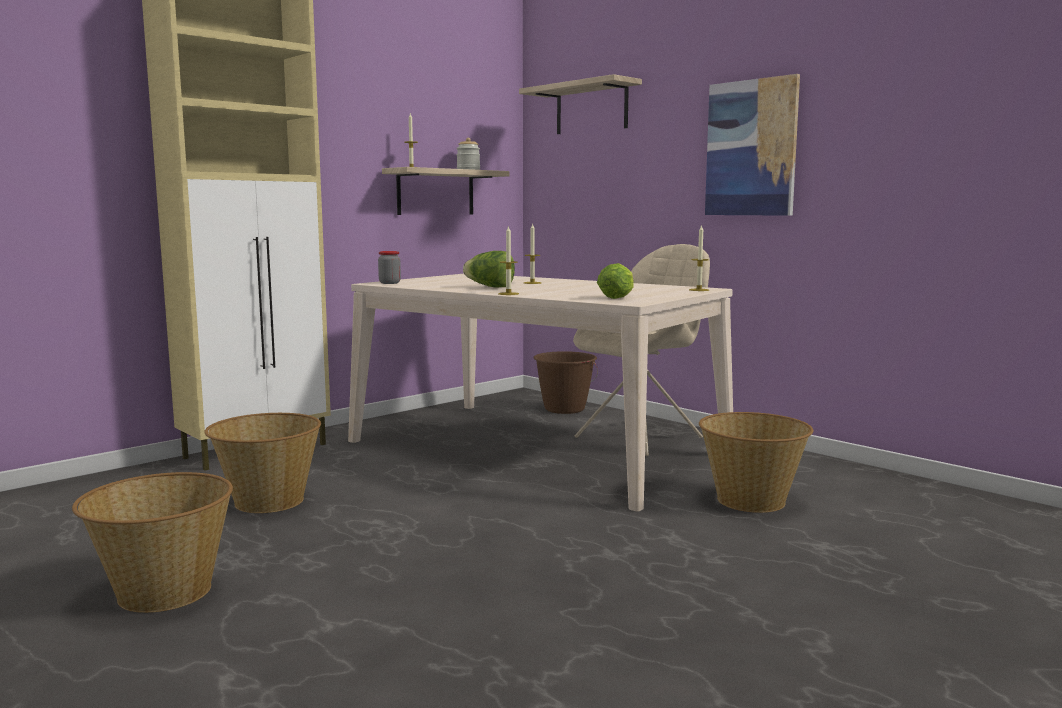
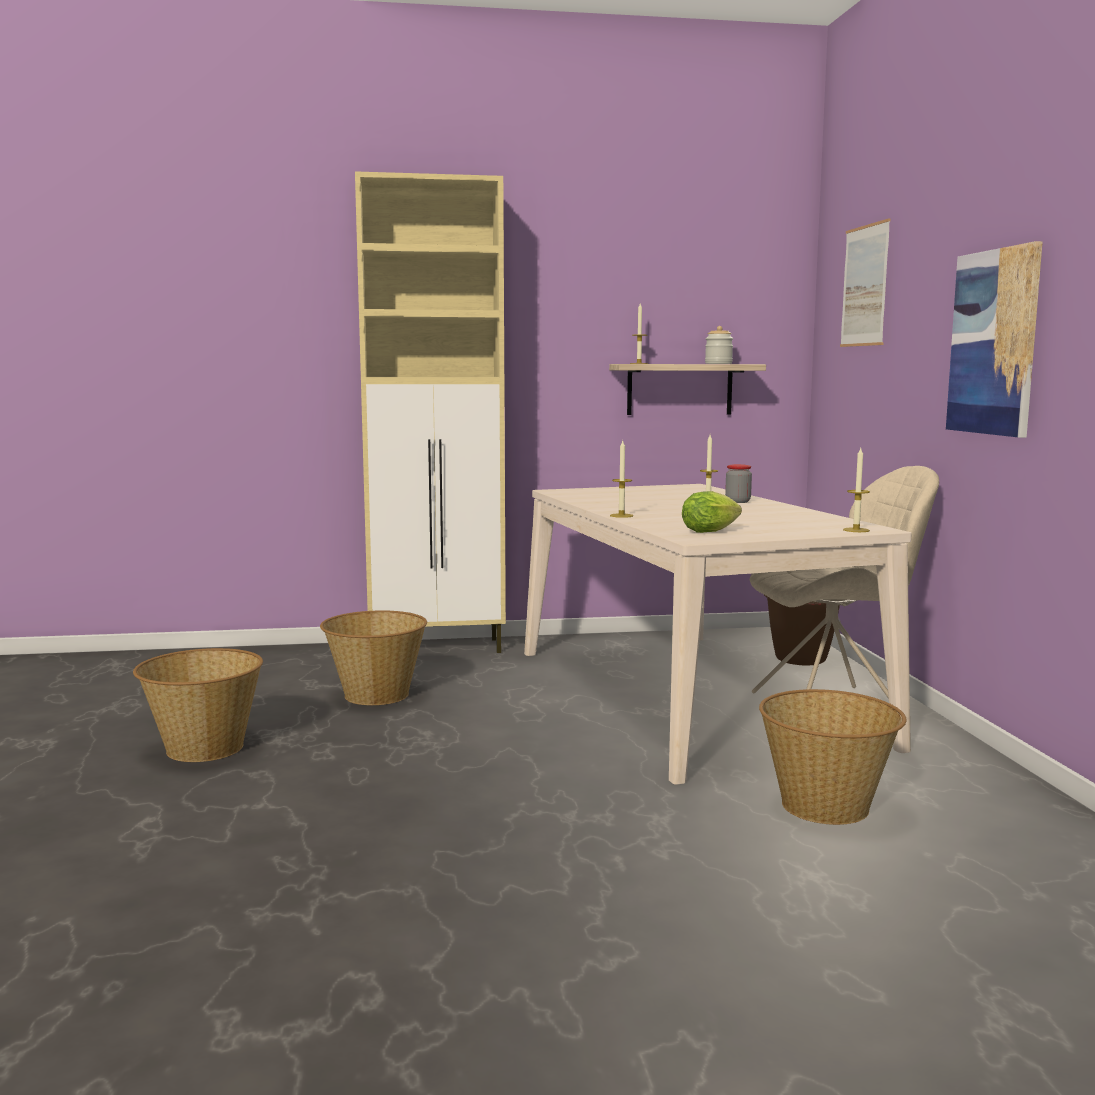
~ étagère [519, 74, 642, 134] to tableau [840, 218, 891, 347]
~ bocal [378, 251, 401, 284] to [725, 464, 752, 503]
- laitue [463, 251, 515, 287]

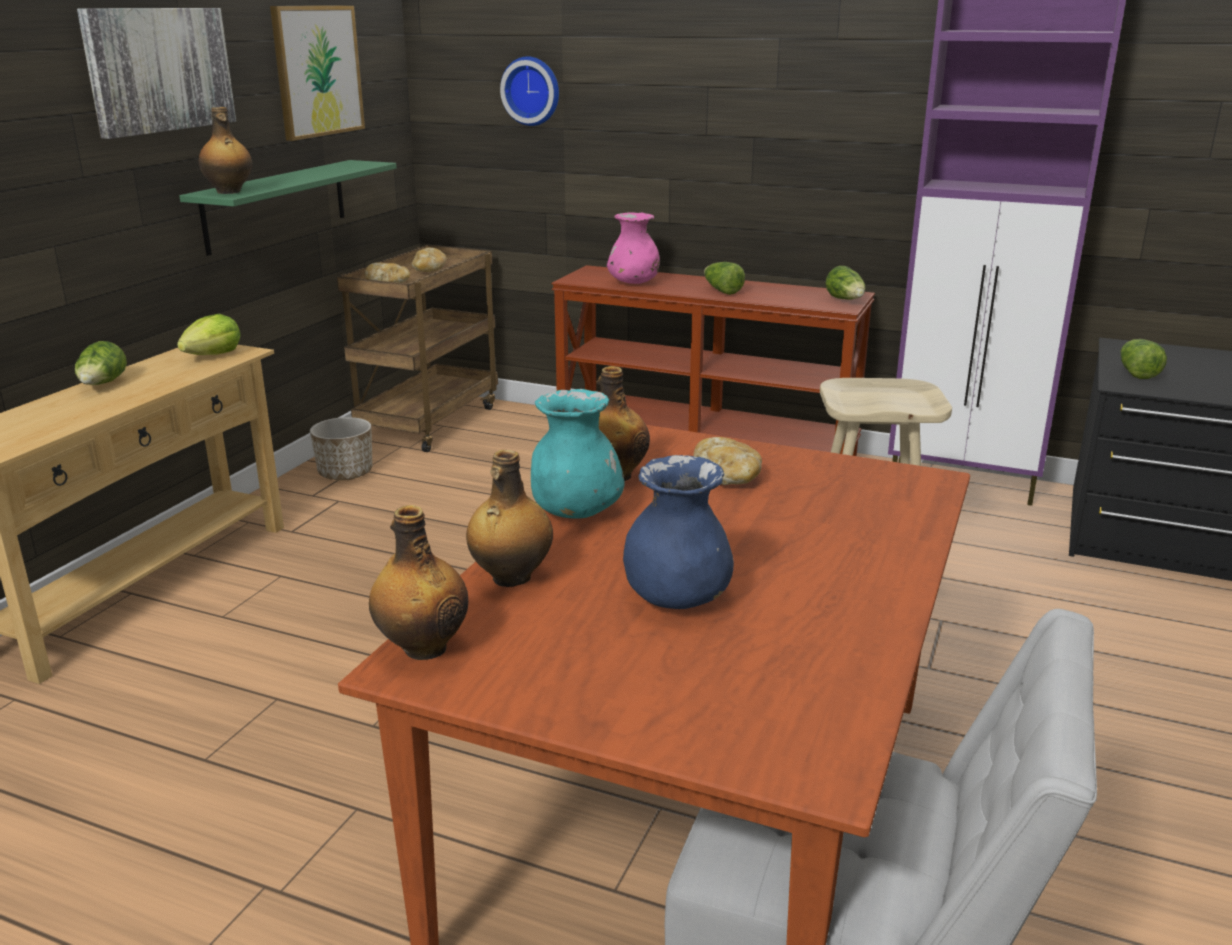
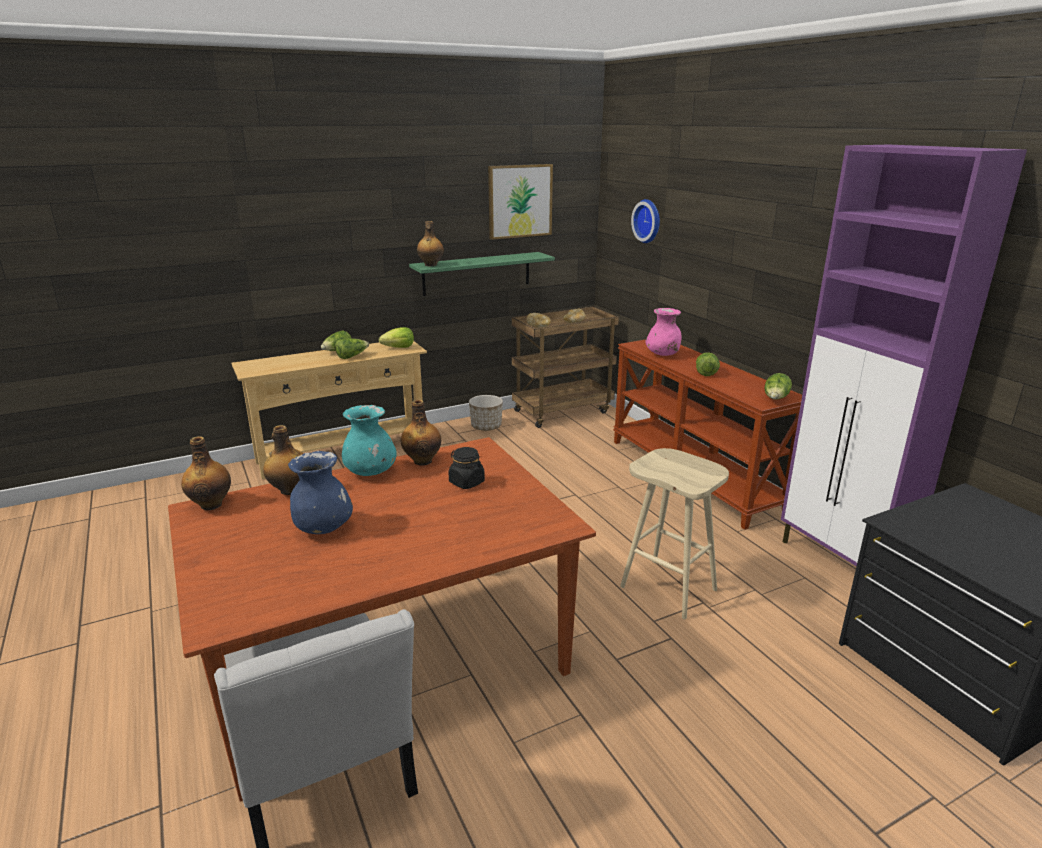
- tableau [77, 8, 236, 139]
~ laitue [1121, 339, 1167, 379] to [335, 338, 369, 359]
~ pain [693, 437, 762, 485] to bocal (noir) [449, 447, 485, 489]

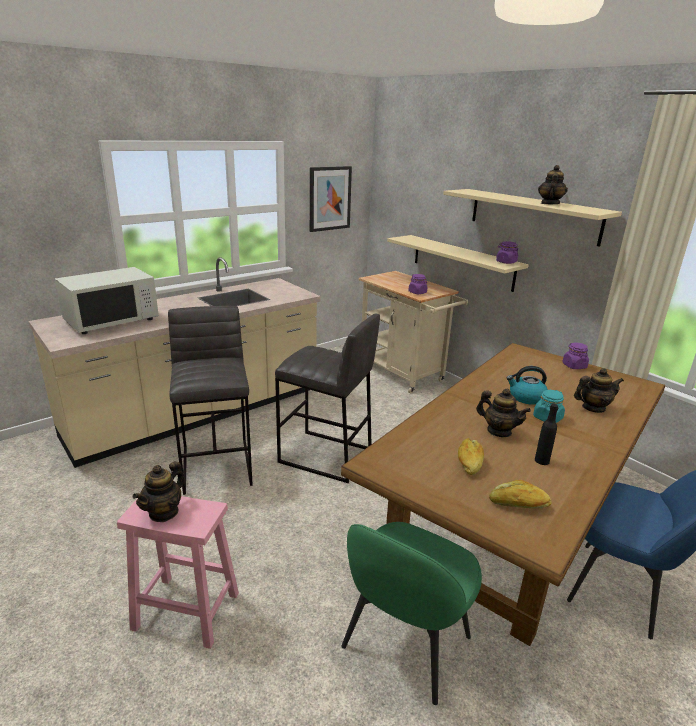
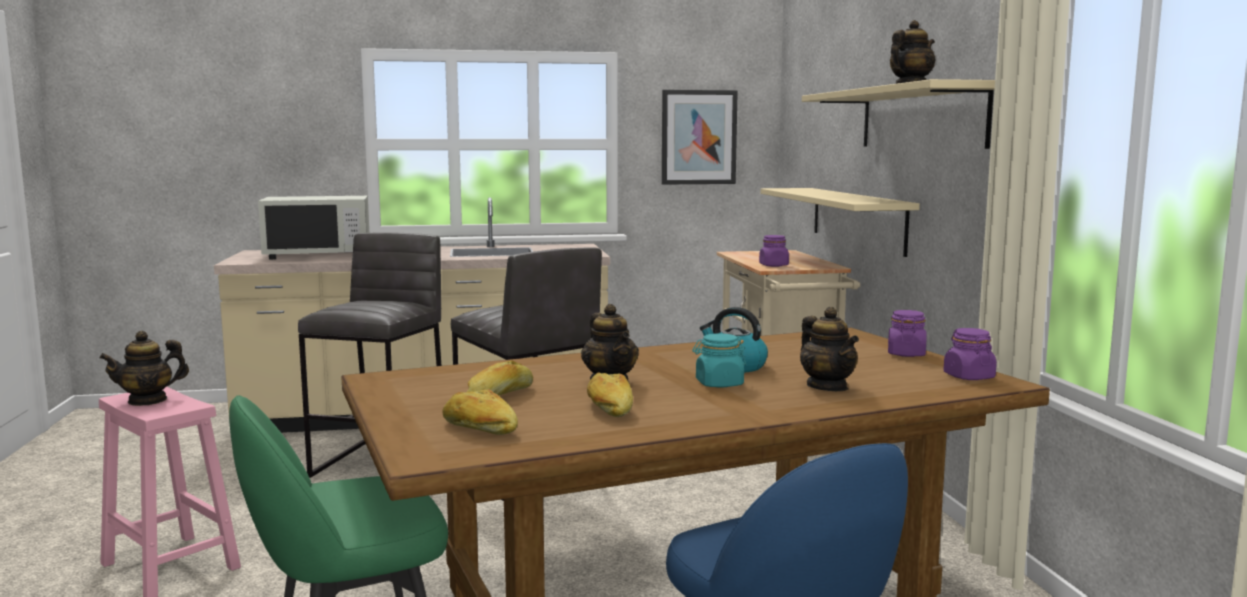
~ bocal (violet) [496, 241, 519, 264] to [943, 328, 997, 380]
~ théière [574, 368, 624, 413] = [800, 307, 859, 391] 45 degrees clockwise
~ bouteille (noir) [535, 404, 558, 465] to pain [587, 372, 633, 417]

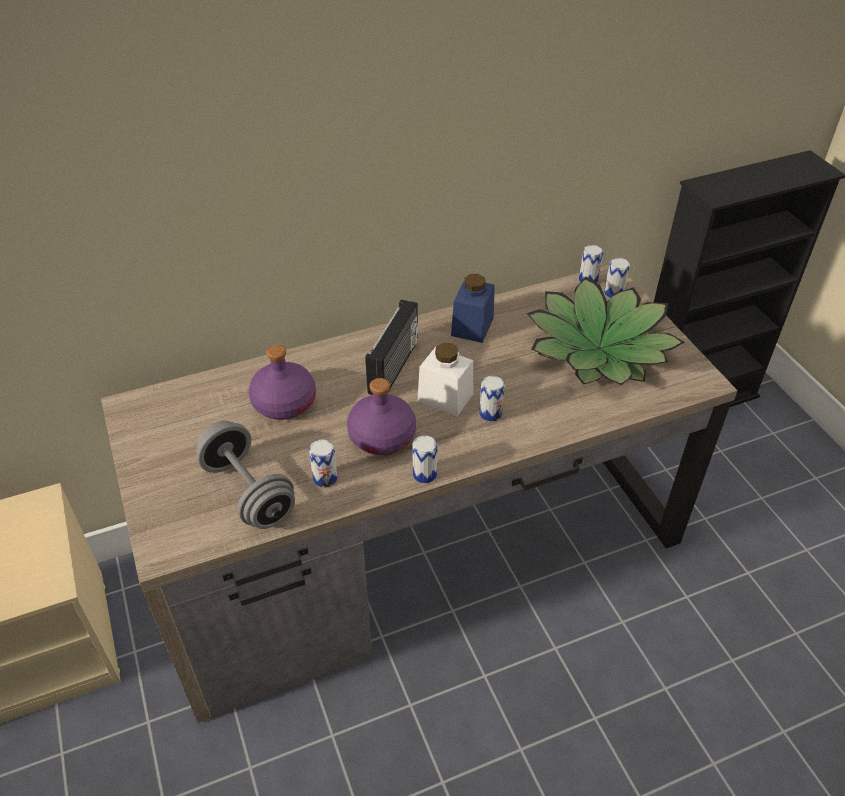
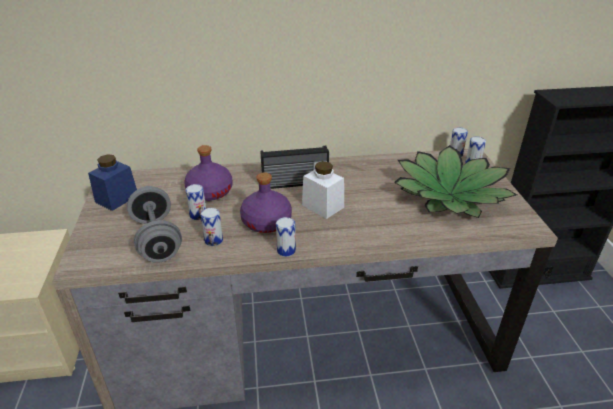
~ bocal (bleu) [451, 274, 495, 343] to [88, 154, 137, 211]
~ radio [365, 300, 419, 395] = [261, 146, 329, 189] 45 degrees clockwise
~ boîte métallique [479, 376, 505, 422] to [185, 184, 206, 220]

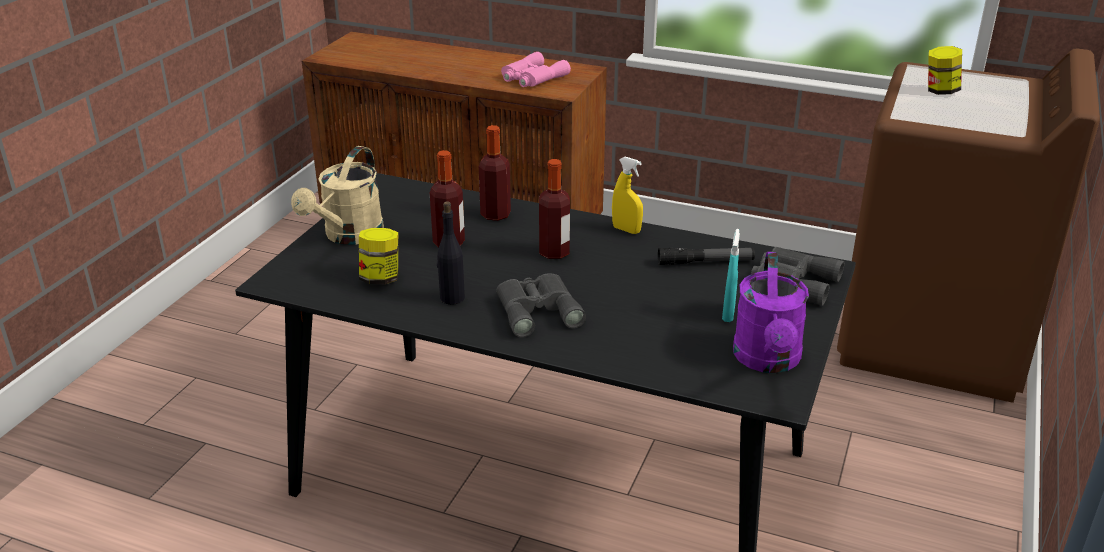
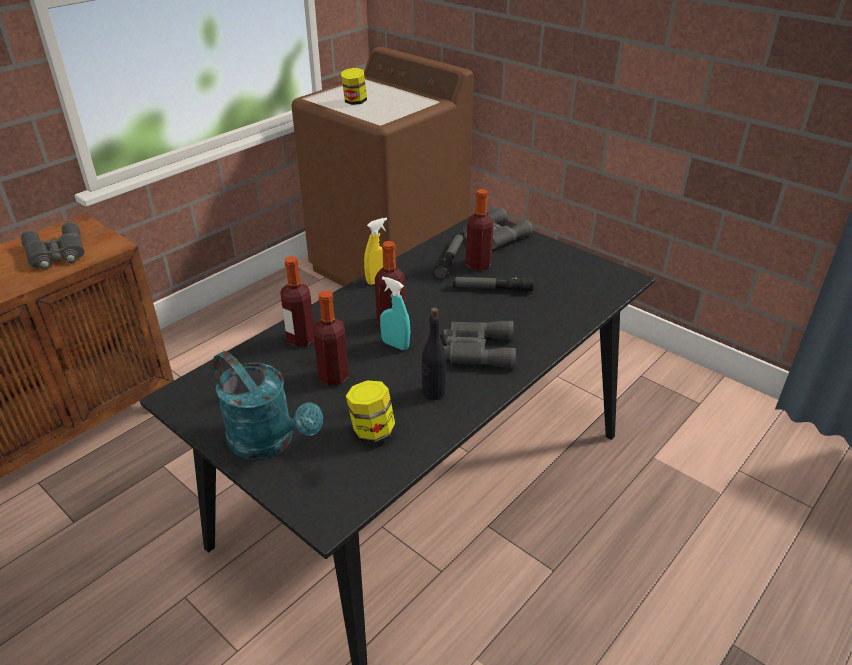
~ jumelles (rose) [501, 52, 571, 87] to jumelles (gris) [21, 222, 84, 269]
~ arrosoir (beige) [291, 146, 384, 245] to arrosoir (turquoise) [213, 351, 323, 460]
~ vaporisateur (turquoise) [722, 229, 740, 322] to [380, 277, 410, 350]
- arrosoir (violet) [733, 252, 809, 373]
+ bouteille [466, 189, 494, 270]
+ lampe de poche [453, 277, 533, 292]

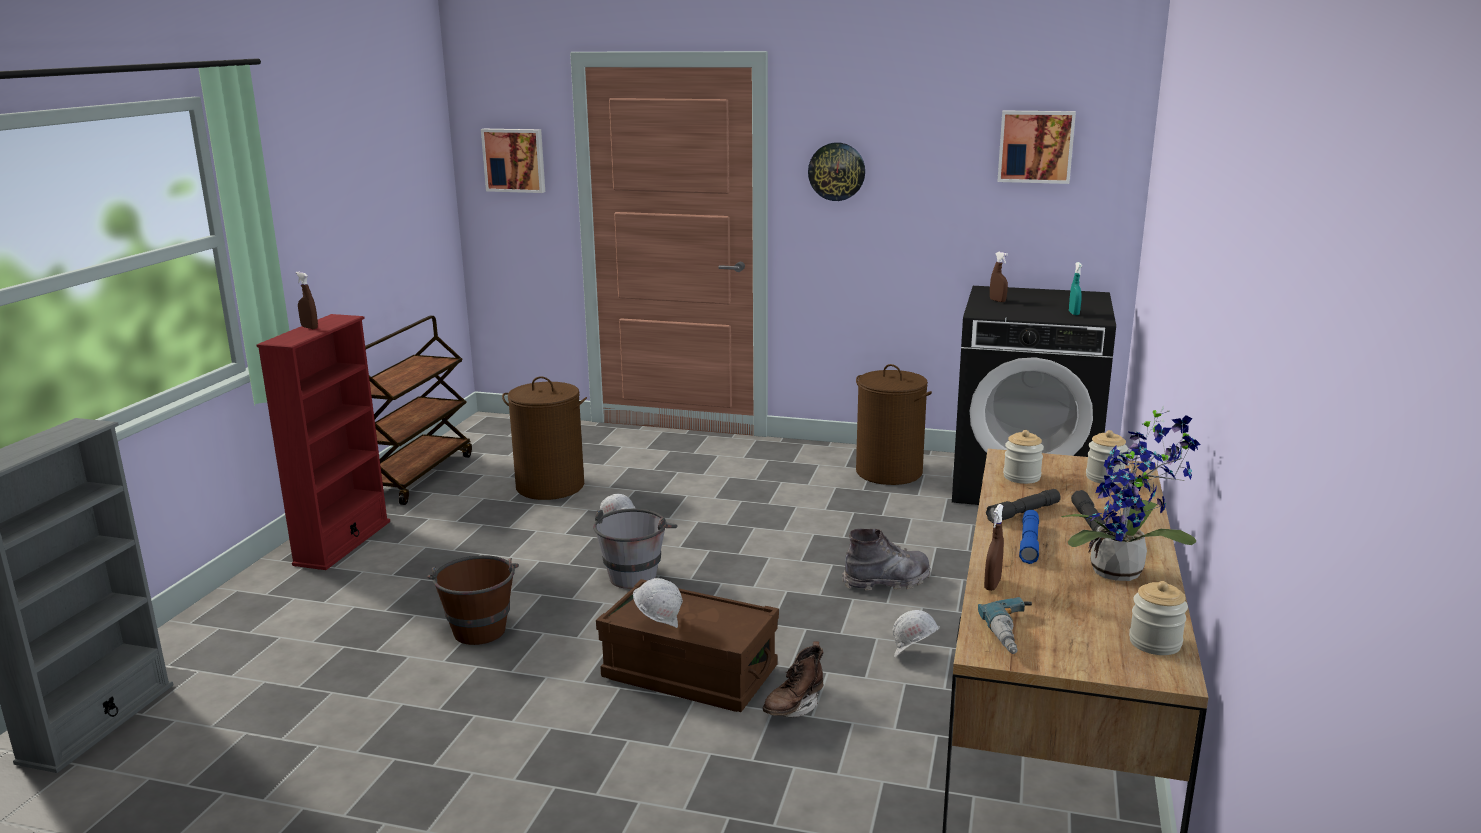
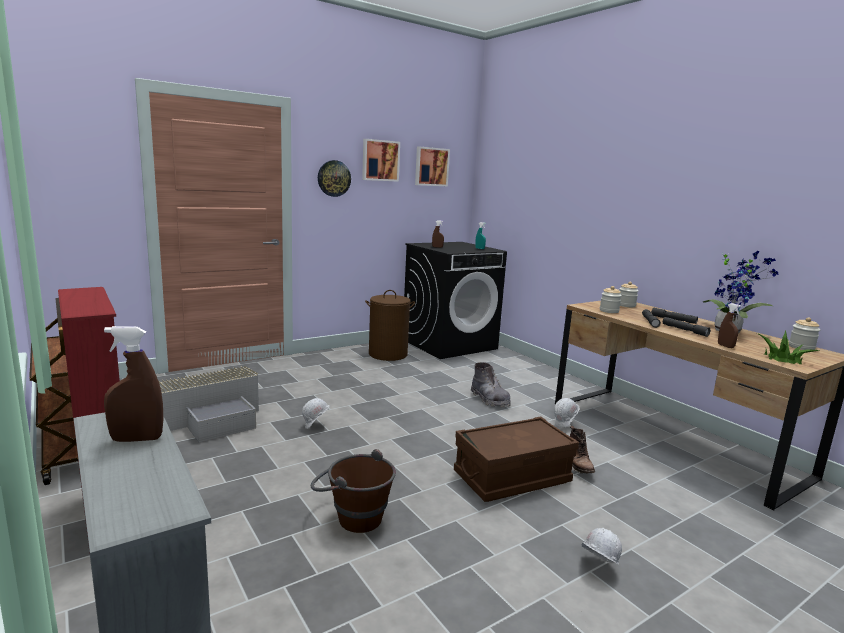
~ tableau [481, 129, 545, 193] to [362, 139, 400, 182]
~ vaporisateur (marron) [295, 272, 318, 329] to [104, 326, 163, 442]
~ panier à linge (marron) [502, 376, 587, 500] to boîte de rangement (gris) [158, 366, 259, 442]
- seau (gris) [593, 509, 678, 589]
~ lampe de poche (bleu) [1019, 510, 1039, 564] to lampe de poche (gris) [663, 317, 711, 337]
~ botte (gris) [842, 529, 931, 591] = [471, 362, 511, 407] 120 degrees clockwise
~ casque de chantier (blanc) [633, 578, 683, 628] to [582, 528, 622, 564]
~ perceuse [978, 597, 1032, 654] to plante en pot [757, 330, 819, 364]

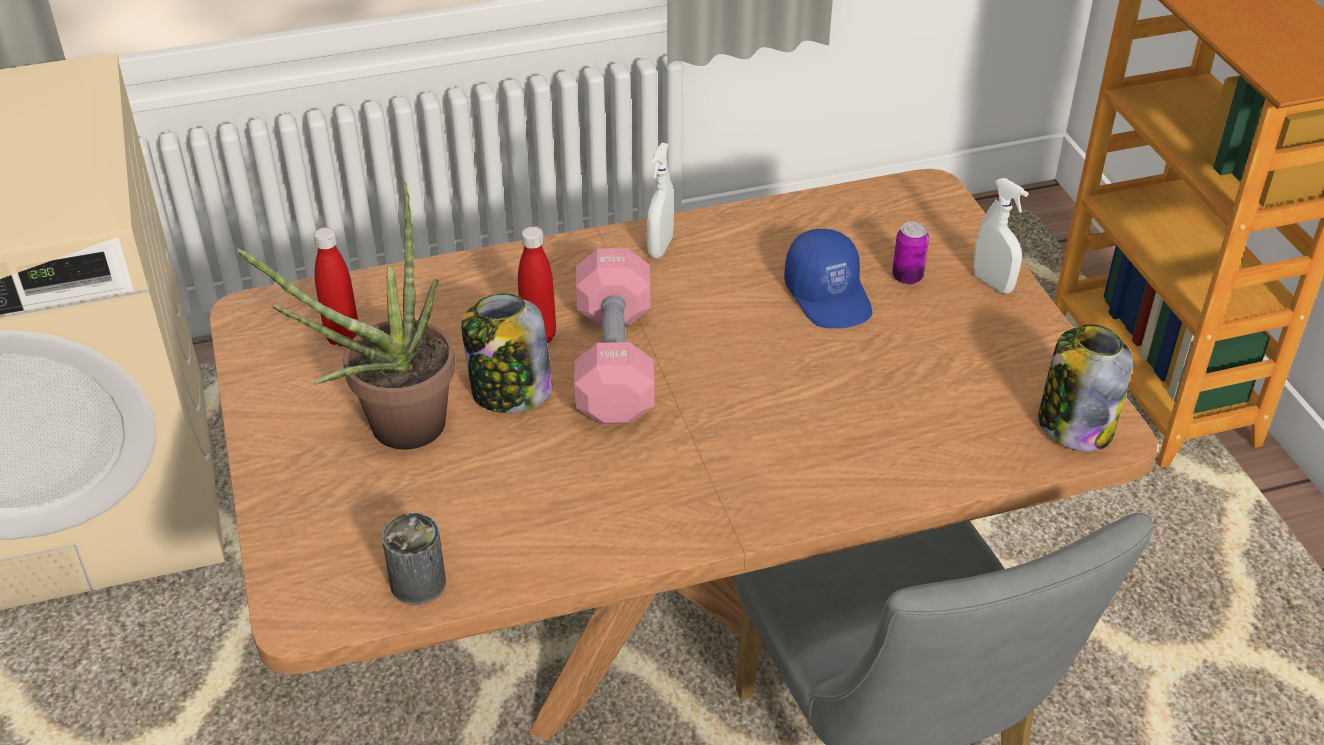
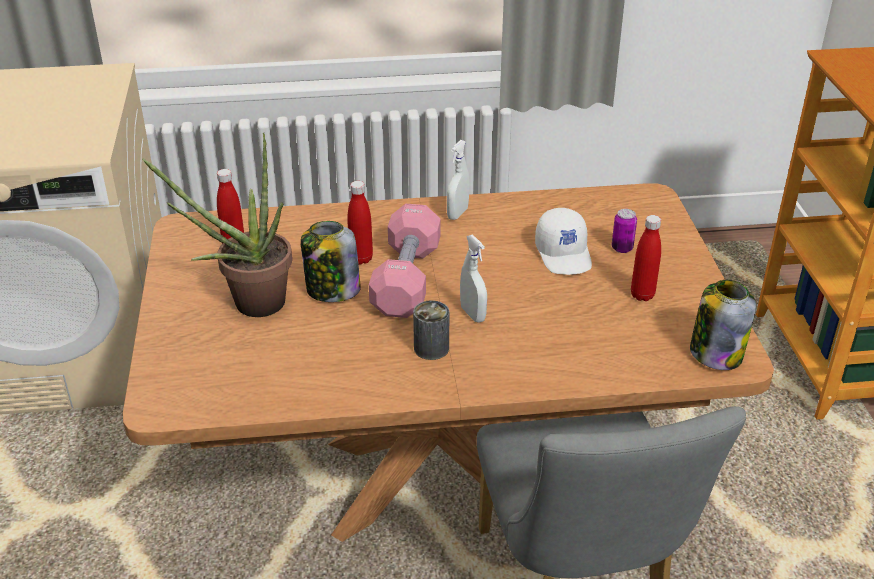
~ vaporisateur (blanc) [973, 178, 1028, 294] to [460, 234, 487, 323]
~ casquette (bleu) [784, 228, 872, 328] to casquette (blanc) [535, 208, 592, 275]
~ boîte métallique [382, 513, 446, 605] to [413, 300, 450, 360]
+ bouteille (rouge) [631, 215, 661, 301]

